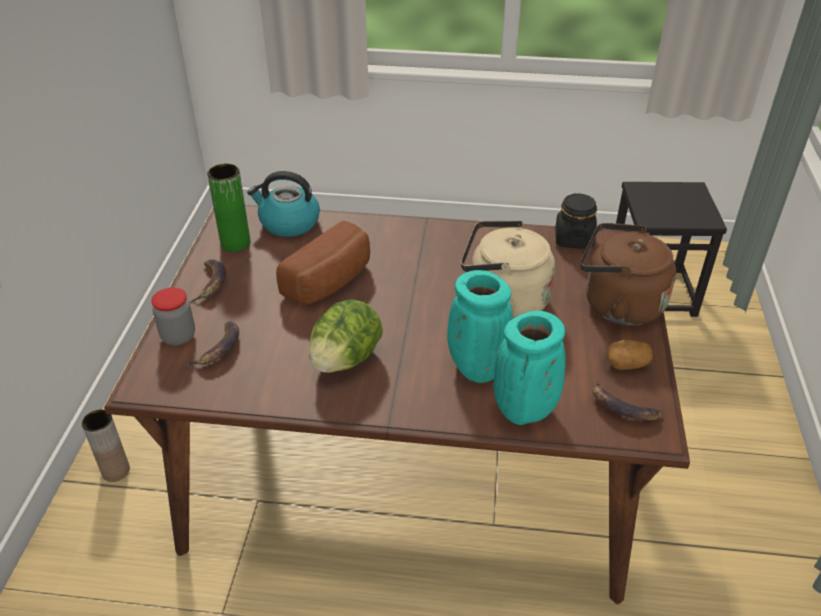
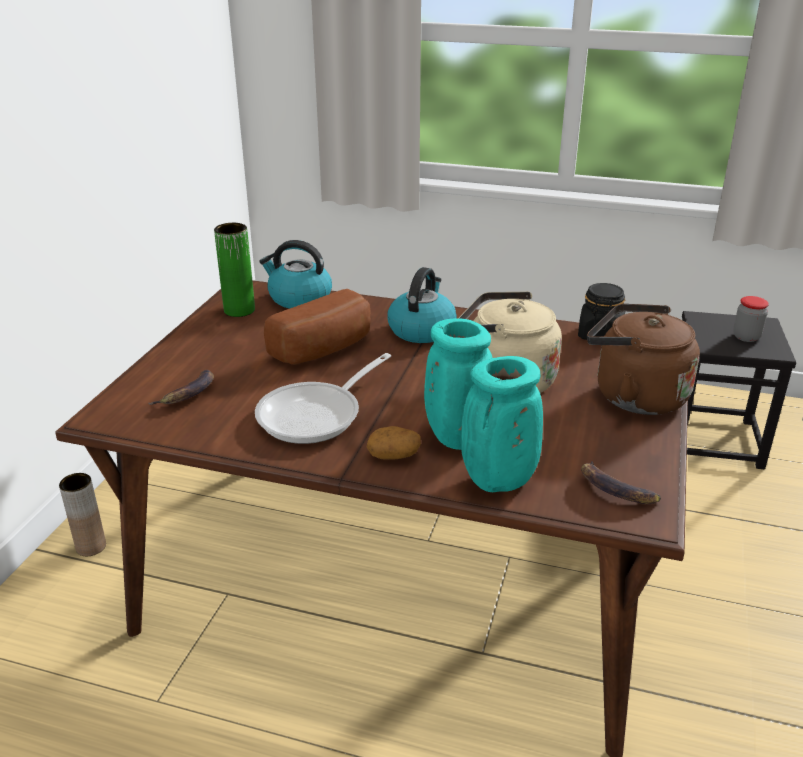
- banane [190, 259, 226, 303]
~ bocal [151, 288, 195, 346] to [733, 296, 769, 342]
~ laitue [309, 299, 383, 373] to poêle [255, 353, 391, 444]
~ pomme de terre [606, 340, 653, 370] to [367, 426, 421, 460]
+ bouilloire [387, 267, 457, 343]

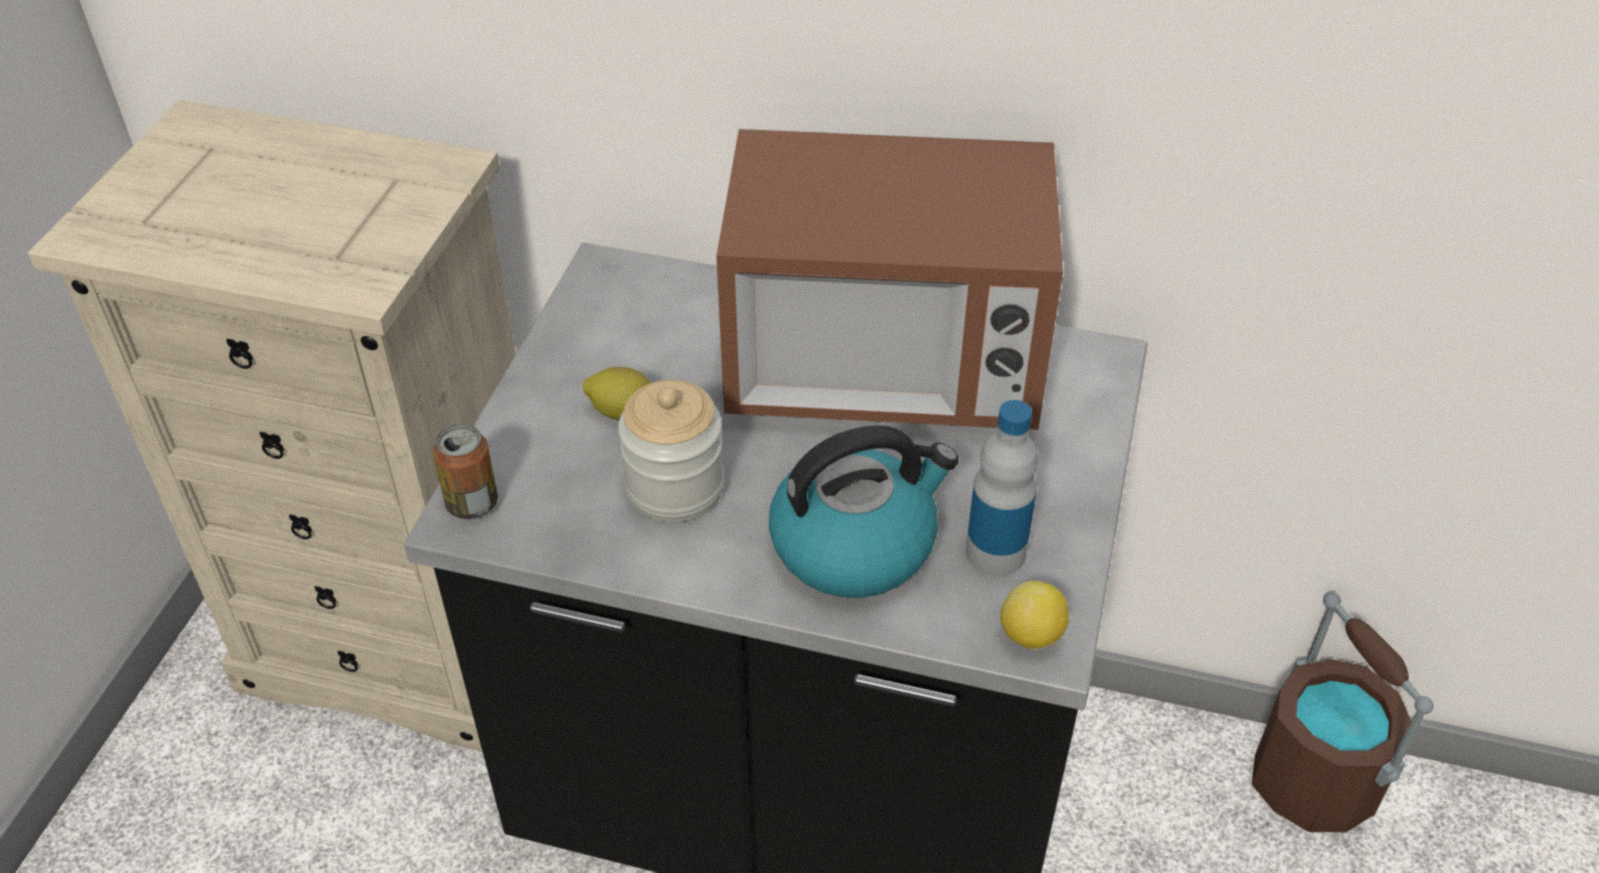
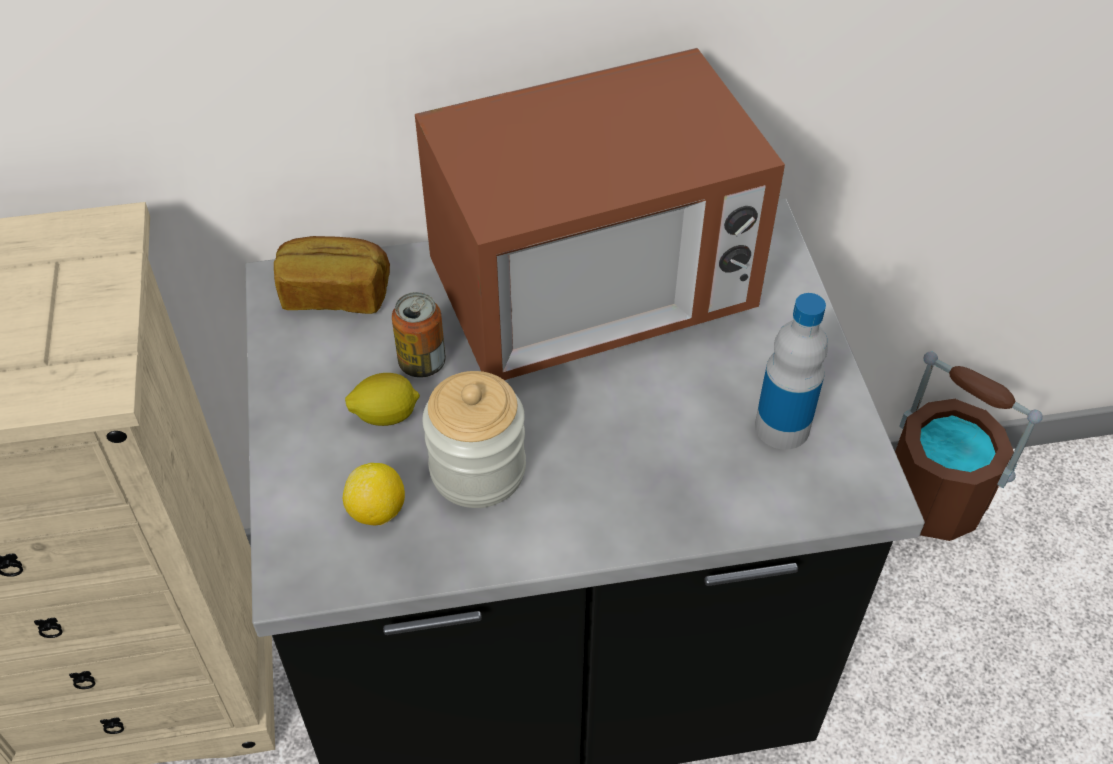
~ boîte métallique [433, 424, 498, 519] to [392, 292, 446, 378]
- bouilloire [769, 425, 959, 598]
~ citron [1000, 581, 1069, 650] to [343, 463, 405, 525]
+ pain [274, 236, 390, 314]

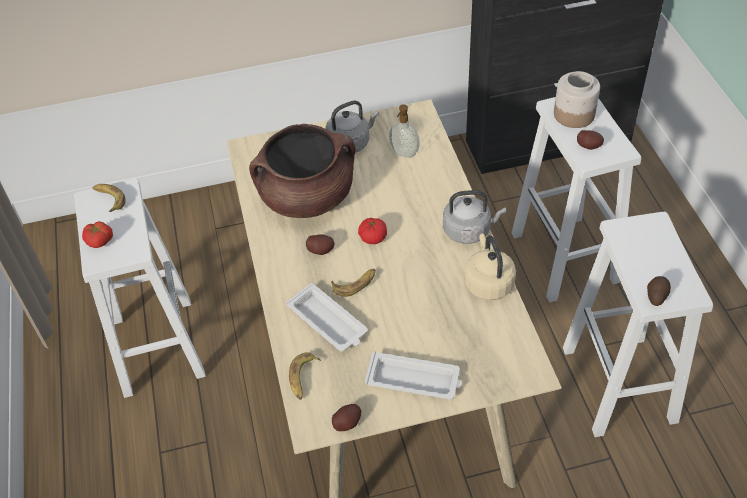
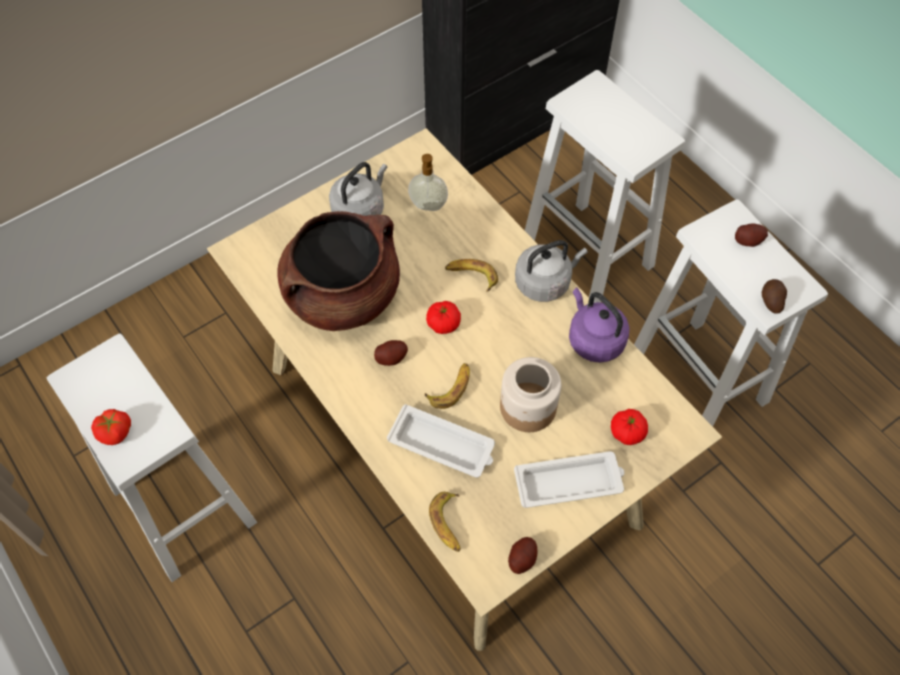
~ bocal [554, 71, 600, 128] to [500, 357, 561, 432]
~ pomme de terre [577, 130, 604, 150] to [735, 223, 768, 247]
~ banane [92, 184, 126, 212] to [445, 259, 498, 292]
~ bouilloire (beige) [465, 233, 516, 300] to bouilloire (violet) [569, 287, 629, 363]
+ tomate [611, 409, 648, 445]

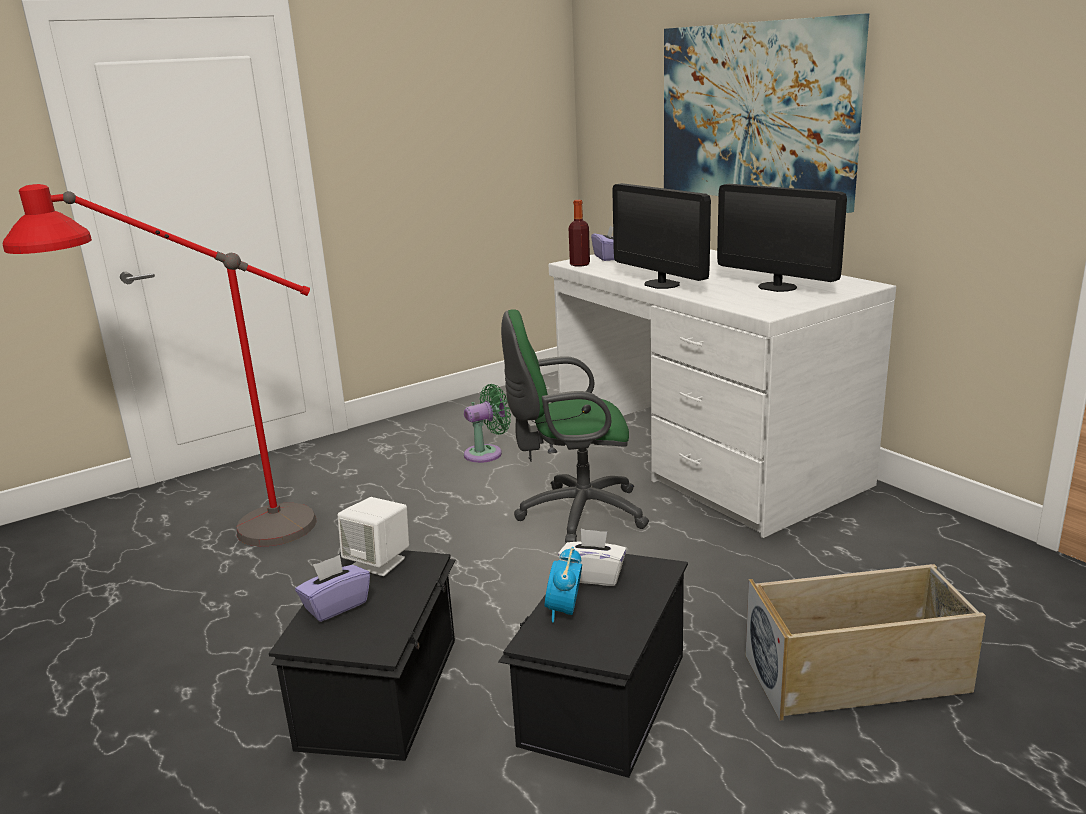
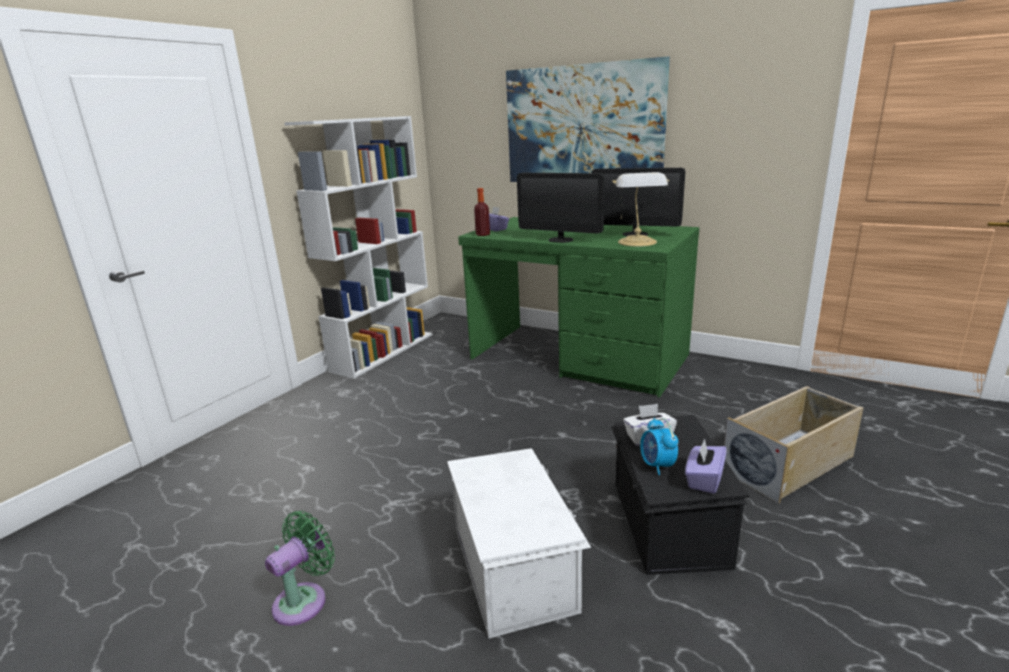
- lampadaire (rouge) [3, 184, 317, 546]
~ bureau (blanc) [548, 249, 896, 538] to bureau (vert) [458, 217, 699, 397]
- chaise de bureau (vert) [501, 309, 649, 543]
~ ventilateur (vert) [464, 384, 511, 463] to [265, 511, 335, 626]
- enceinte (blanc) [337, 497, 409, 576]
~ boîte de rangement (noir) [269, 550, 455, 761] to boîte de rangement (blanc) [447, 448, 591, 638]
~ boîte à mouchoirs (violet) [295, 555, 370, 622] to [685, 439, 726, 494]
+ bibliothèque (blanc) [284, 116, 433, 379]
+ lampe de table [612, 172, 669, 246]

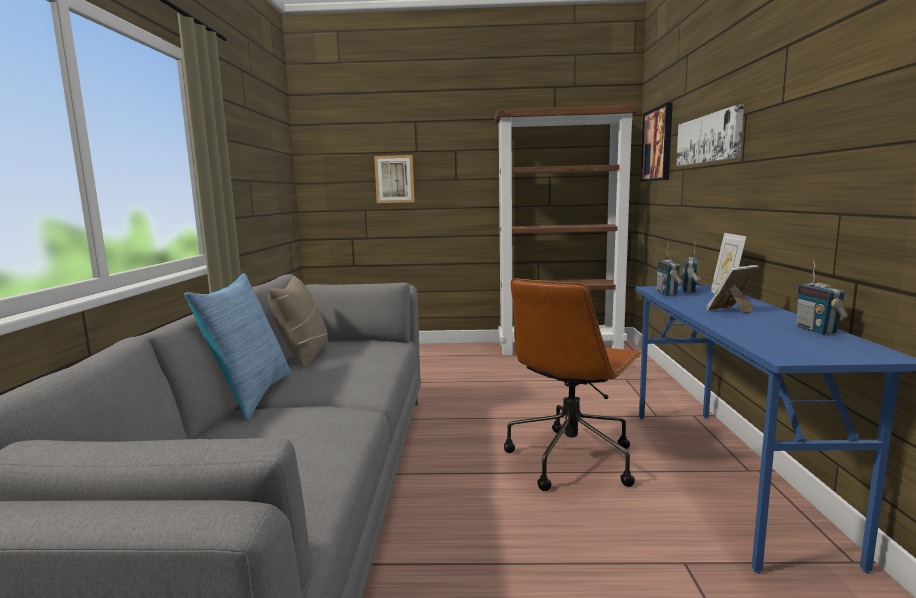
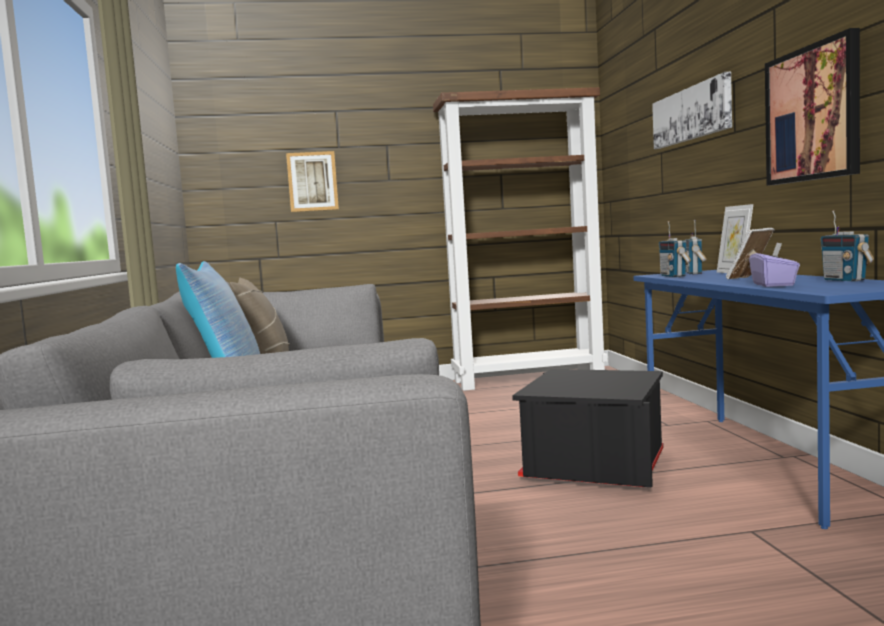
~ tableau [641, 102, 673, 182] to [765, 28, 860, 186]
~ chaise de bureau (marron) [504, 278, 643, 491] to boîte de rangement (noir) [512, 369, 664, 487]
+ boîte à mouchoirs (violet) [749, 243, 800, 287]

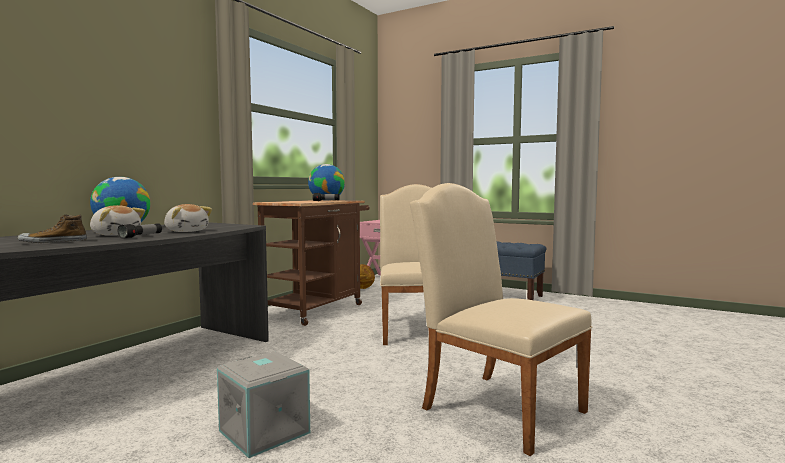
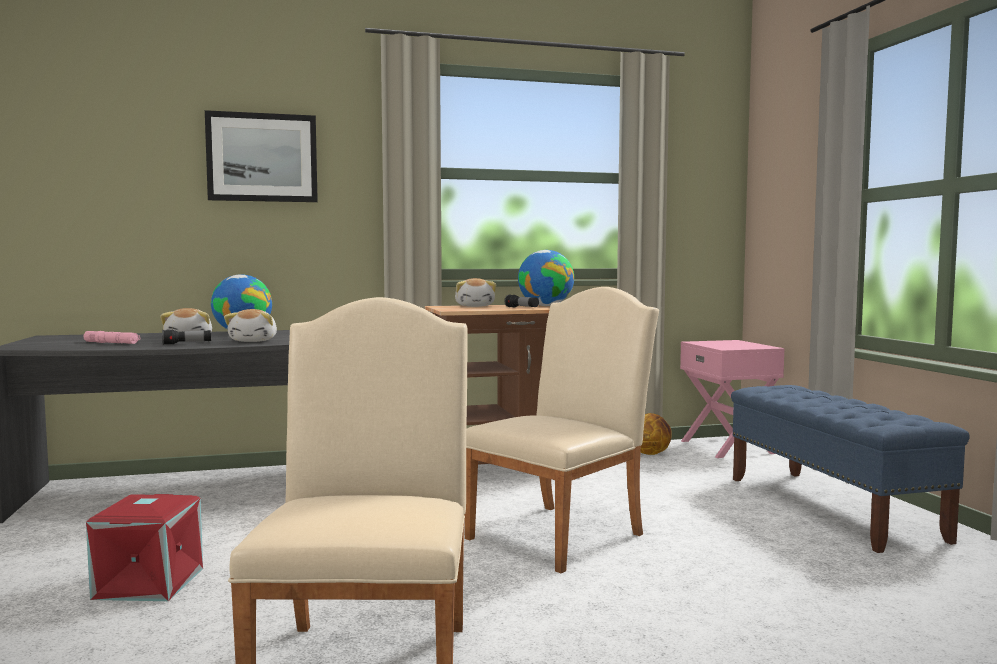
~ chaussure [18, 214, 87, 243] to lampe de poche (rose) [84, 331, 140, 344]
~ boîte de rangement (gris) [217, 351, 310, 458] to boîte de rangement (rouge) [86, 494, 203, 601]
+ tableau [205, 110, 318, 202]
+ peluche [455, 278, 496, 307]

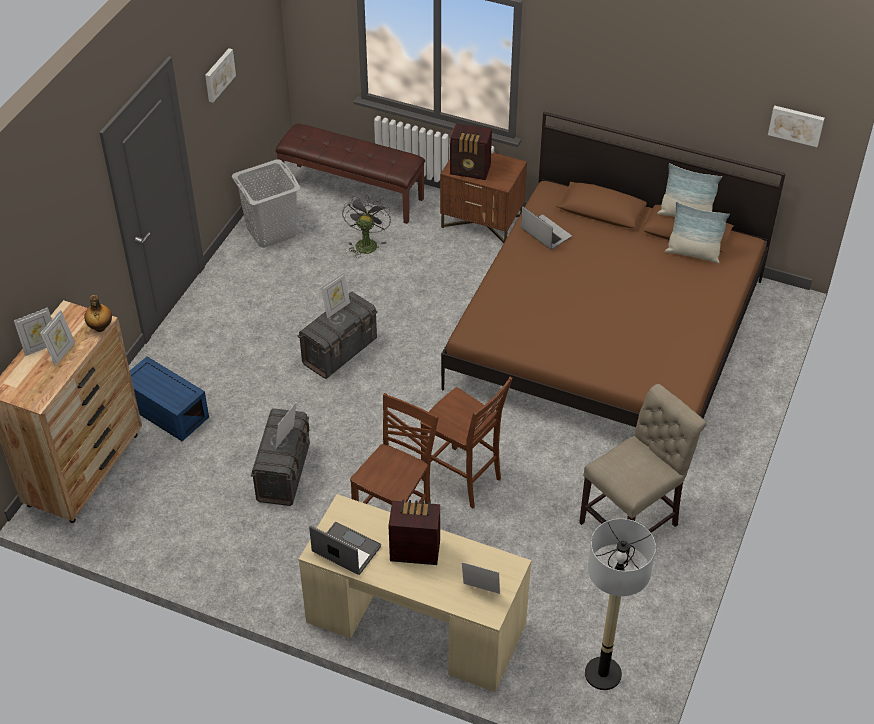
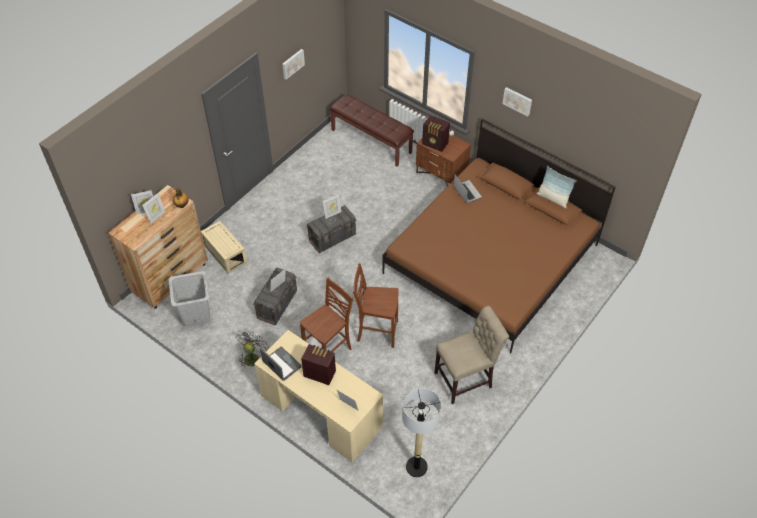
~ tableau [768, 105, 824, 147] to [502, 87, 532, 116]
~ panier à linge (gris) [232, 159, 300, 248] to [168, 271, 211, 327]
~ ventilateur (gris) [342, 195, 391, 258] to [236, 329, 269, 366]
- coussin [665, 201, 730, 263]
~ boîte de rangement (bleu) [130, 356, 209, 441] to boîte de rangement (beige) [201, 221, 247, 274]
~ chaise (marron) [420, 377, 512, 509] = [353, 263, 399, 348] 135 degrees clockwise

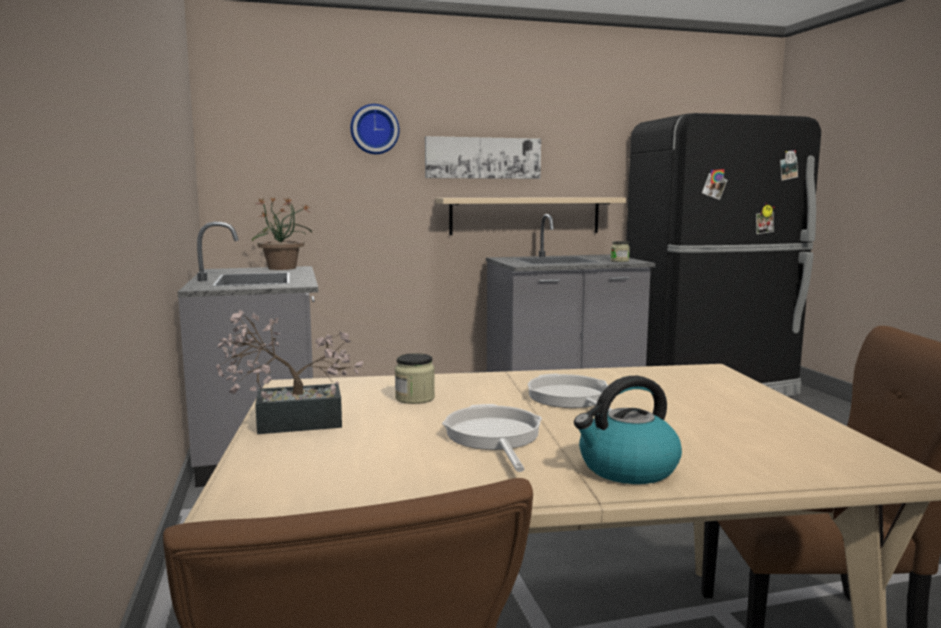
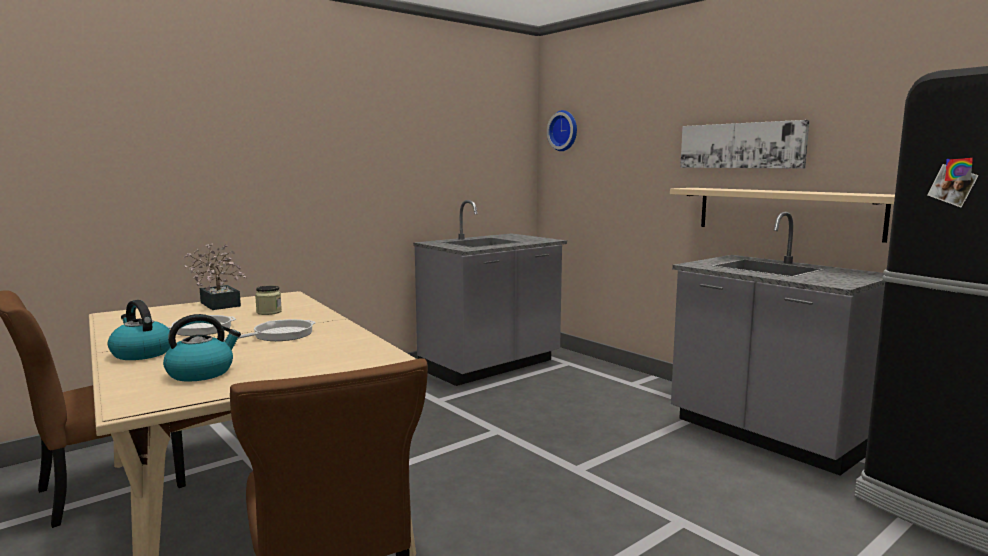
~ horloge murale [350, 104, 400, 154] to [547, 110, 577, 151]
- plante en pot [252, 197, 312, 270]
- bocal [611, 241, 630, 262]
+ bouilloire [163, 314, 241, 382]

